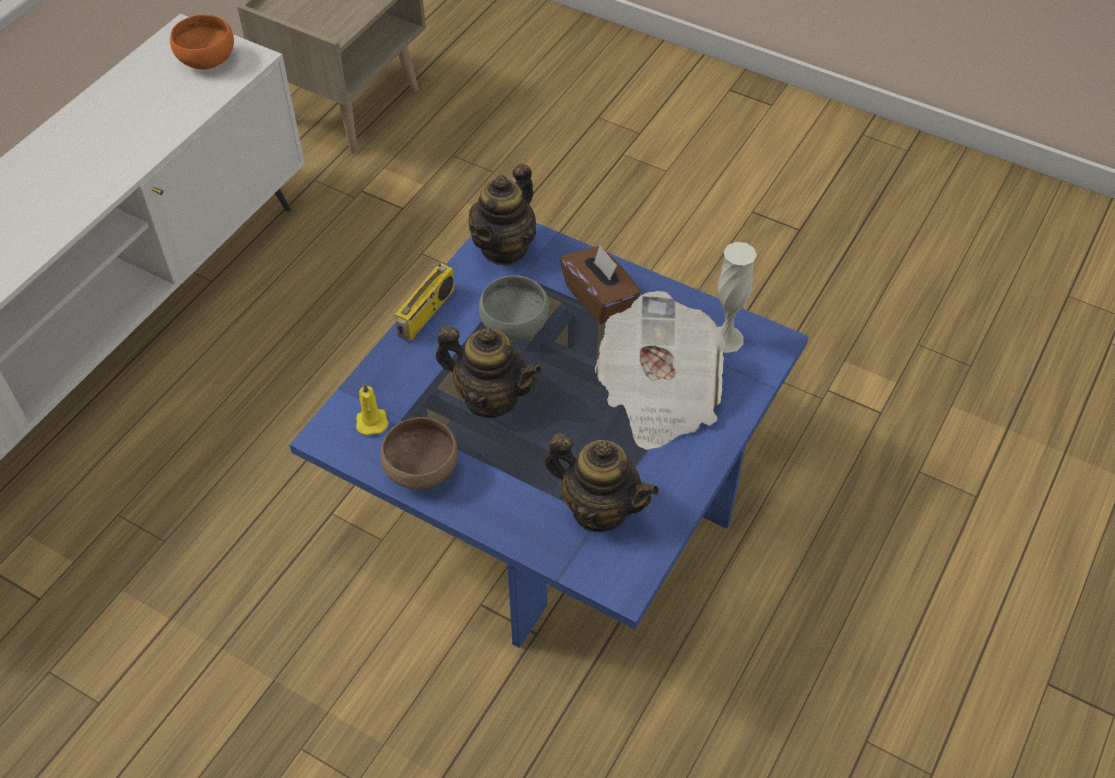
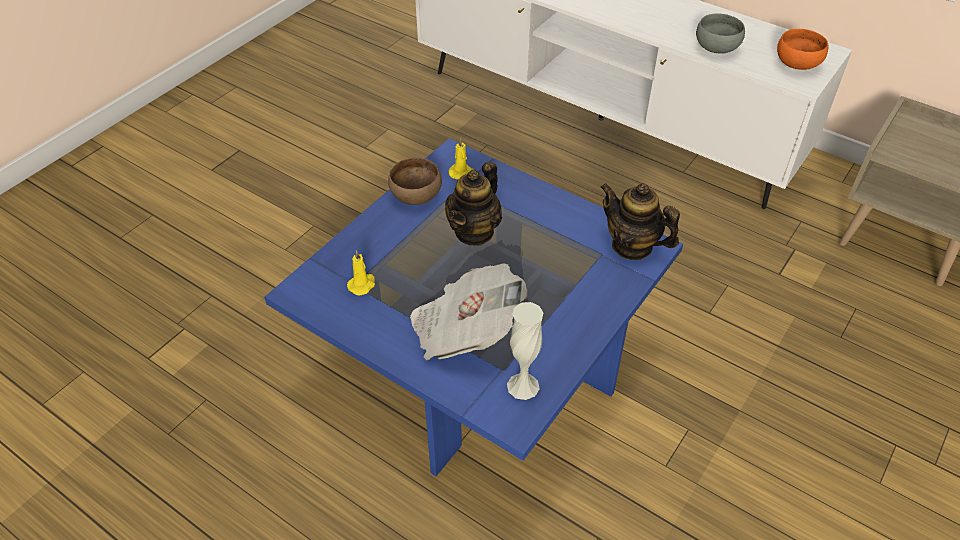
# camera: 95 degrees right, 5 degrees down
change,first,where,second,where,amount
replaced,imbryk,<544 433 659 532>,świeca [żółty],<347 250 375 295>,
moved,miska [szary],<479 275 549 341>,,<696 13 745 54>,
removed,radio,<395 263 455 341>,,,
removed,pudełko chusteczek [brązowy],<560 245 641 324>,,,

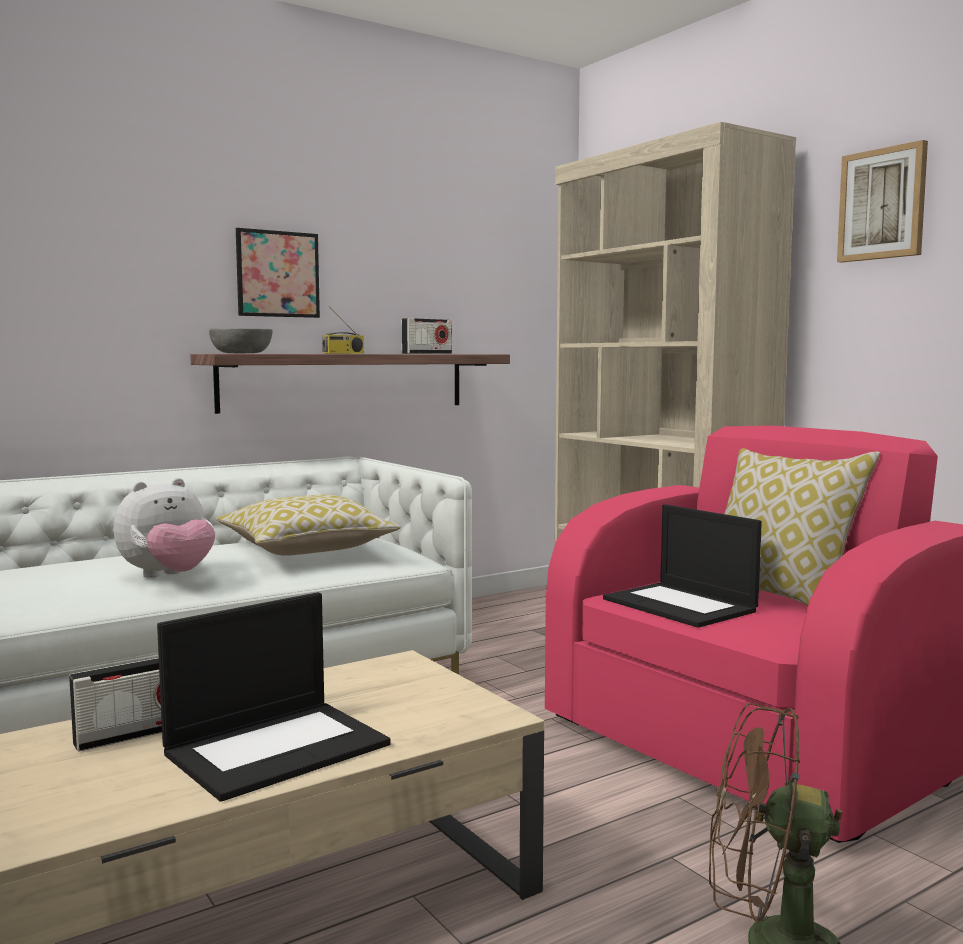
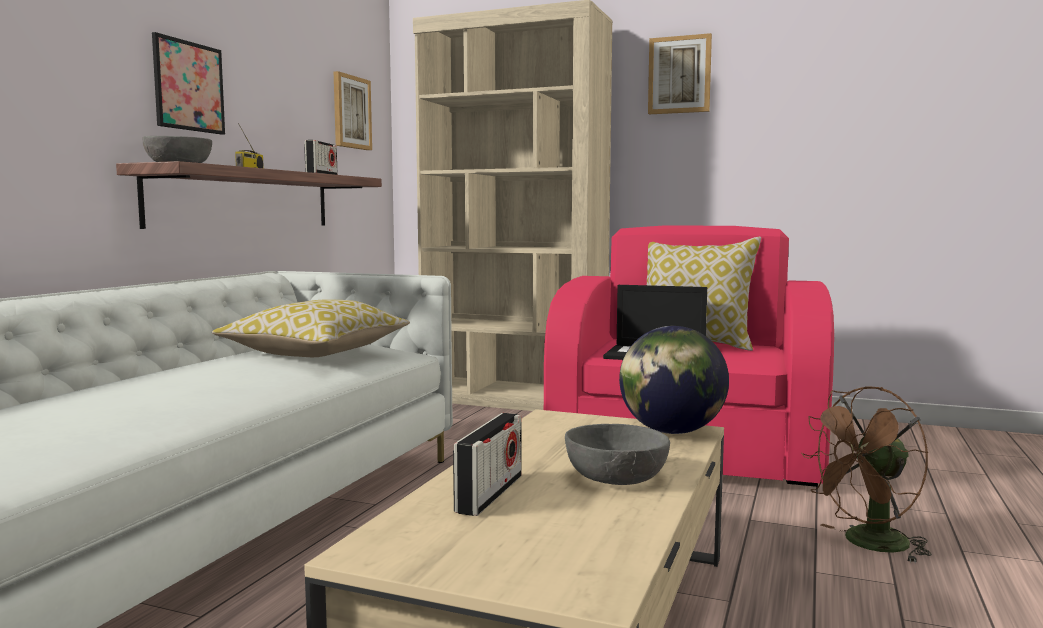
# camera: 35 degrees left, 0 degrees up
change,first,where,second,where,amount
added,,,obraz,<334 71 372 150>,
replaced,laptop,<157 592 391 802>,miska [szary],<565 424 670 485>,
added,,,globus,<619 326 729 434>,
removed,pluszak,<114 478 215 578>,,,

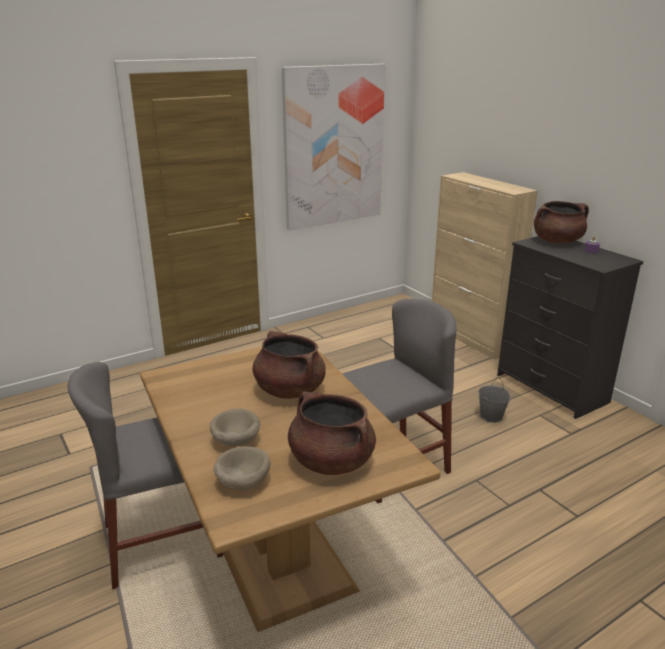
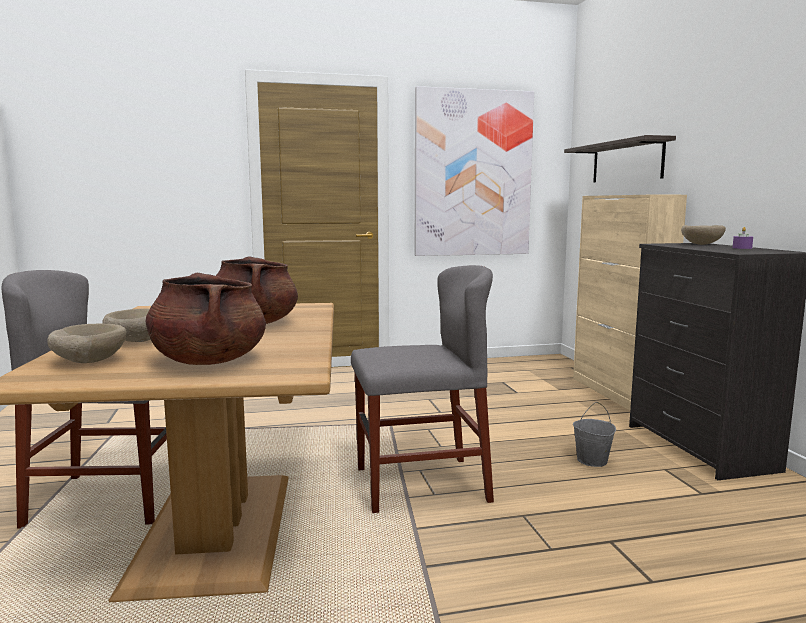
# camera: 20 degrees right, 15 degrees down
change,first,where,second,where,amount
added,,,półka,<564 135 676 183>,
replaced,garnek [brązowy],<534 201 589 243>,miska [beżowy],<681 225 726 245>,

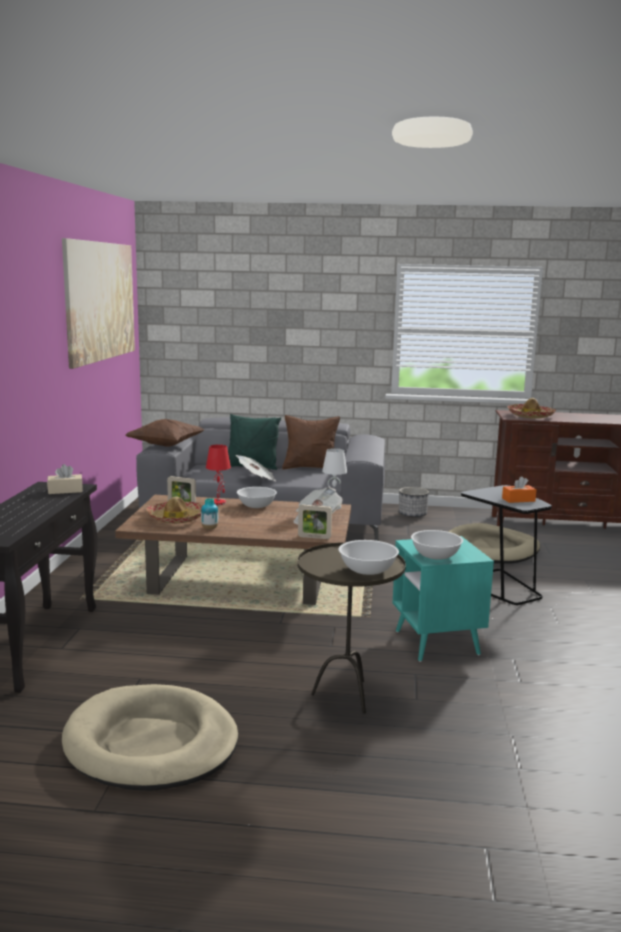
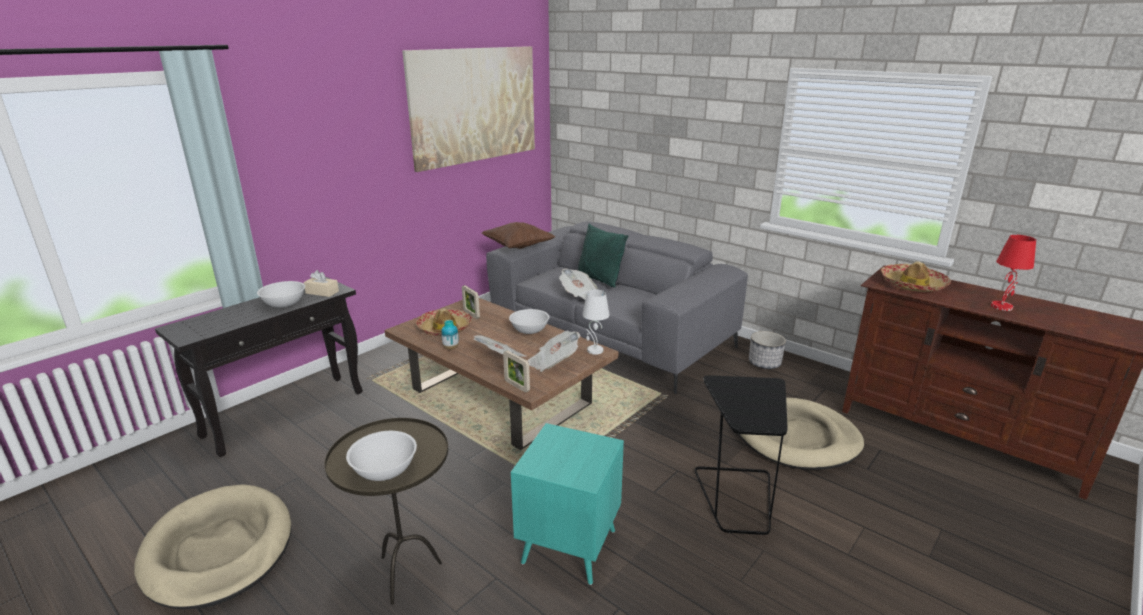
# camera: 35 degrees right, 10 degrees up
change,first,where,second,where,amount
moved,miska [biały],<411 530 463 560>,,<257 281 305 308>,
added,,,gazeta,<473 335 526 357>,
moved,lampa stołowa [czerwony],<206 445 231 505>,,<991 235 1036 311>,
removed,poduszka [brązowy],<282 415 340 470>,,,
removed,pudełko chusteczek [pomarańczowy],<502 476 536 503>,,,

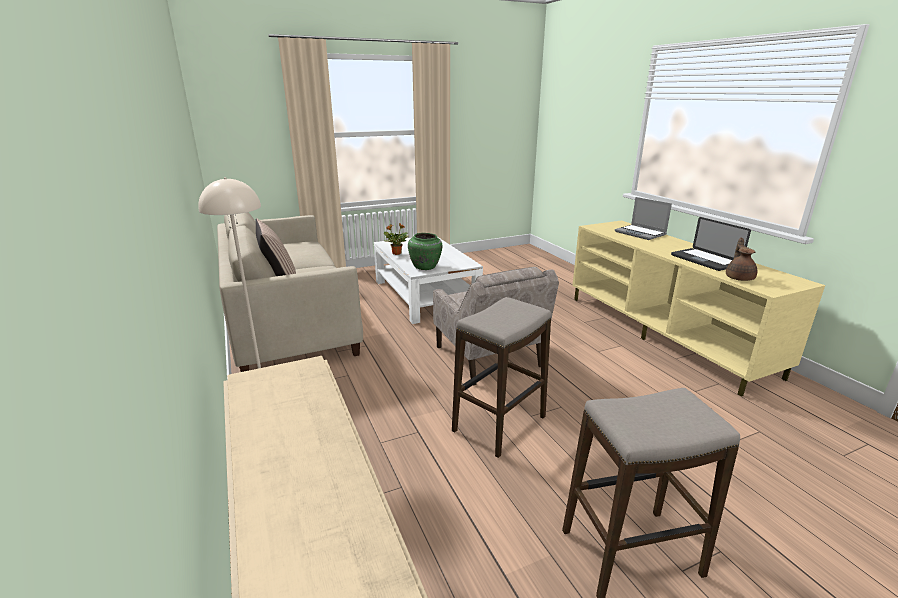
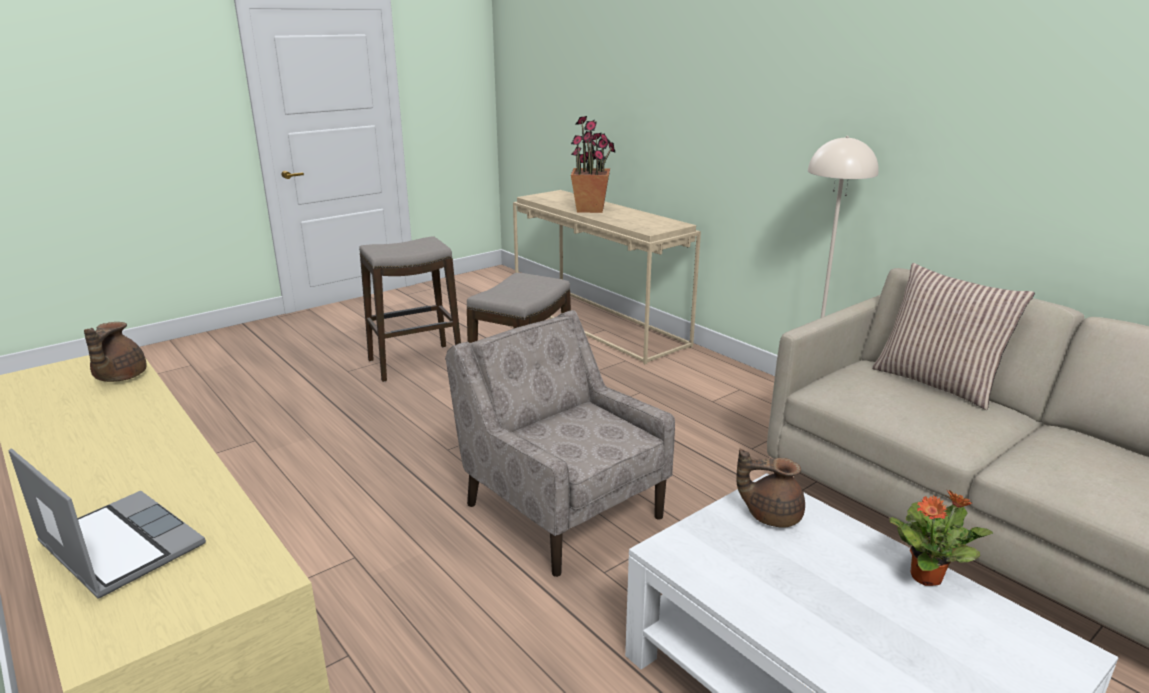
# camera: 165 degrees right, 0 degrees up
change,first,where,second,where,amount
added,,,roślina doniczkowa,<571 116 616 213>,
replaced,wazon [zielony],<408 233 442 270>,imbryk [brązowy],<736 448 805 528>,
removed,laptop,<671 217 751 271>,,,

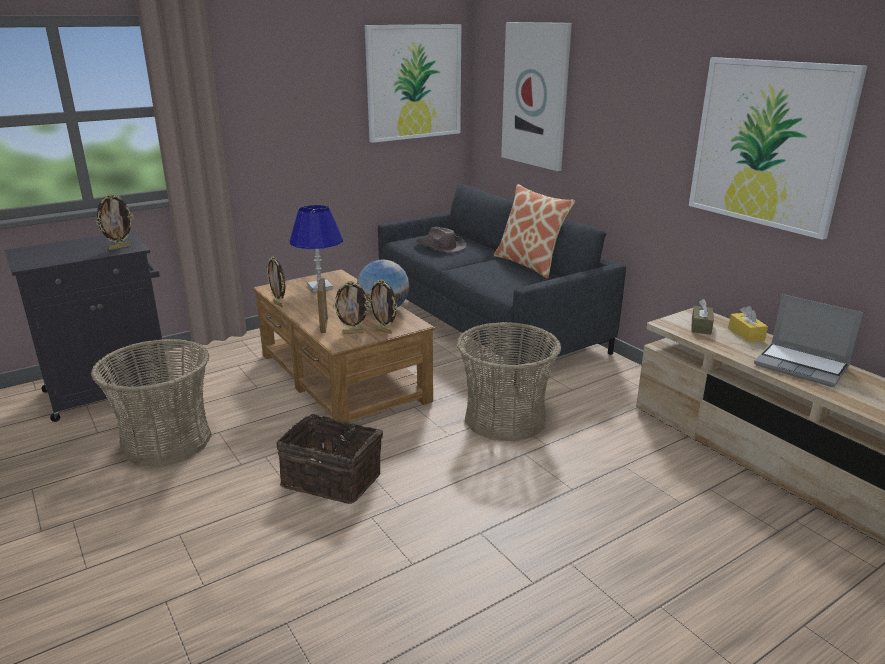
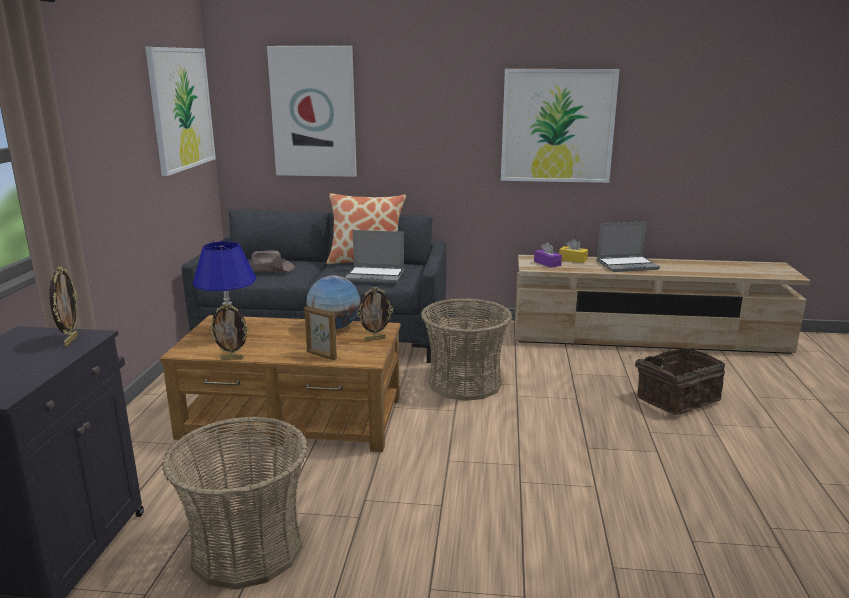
# camera: 50 degrees left, 5 degrees down
change,first,where,second,where,amount
added,,,laptop,<345 230 404 284>,
recoloured,pudełko chusteczek [brązowy],<692 299 714 335>,pudełko chusteczek [fioletowy],<534 242 562 268>,
moved,koszyk,<276 410 383 504>,,<630 348 725 415>,
removed,ramka na zdjęcie,<333 281 370 334>,,,

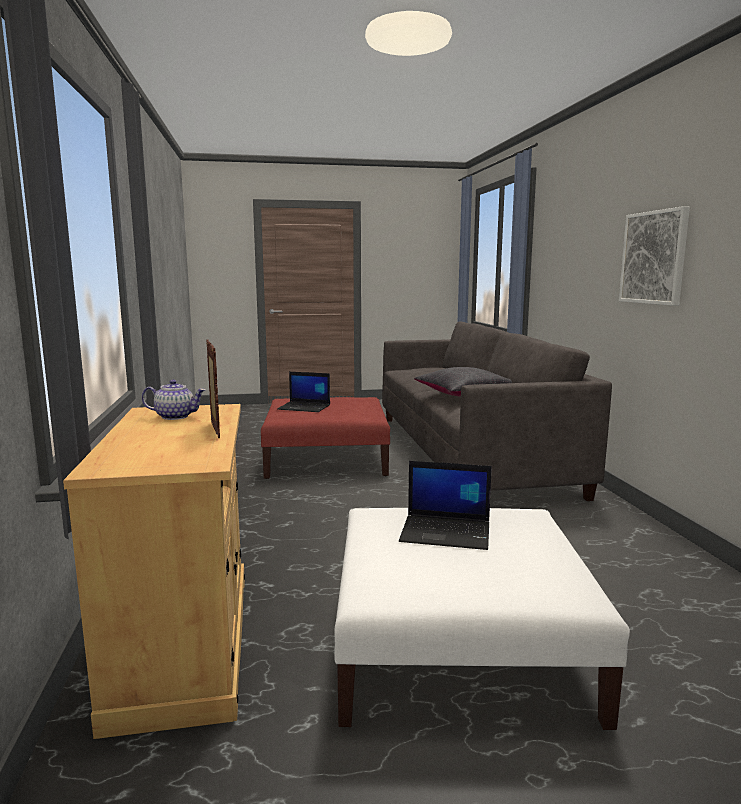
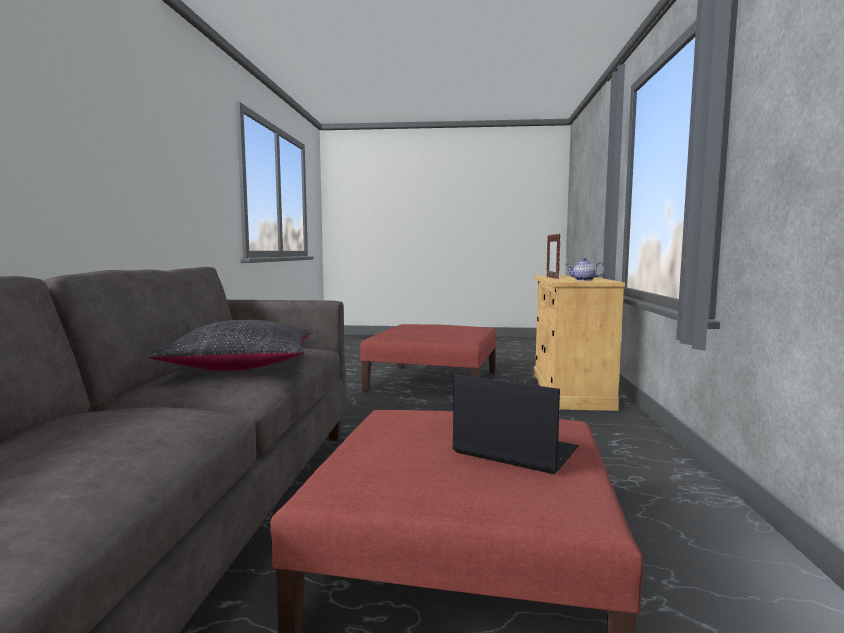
# camera: 165 degrees left, 5 degrees down
change,first,where,second,where,amount
recoloured,pufa [biały],<334 508 630 730>,pufa [czerwony],<360 324 497 392>,
removed,laptop,<399 461 492 550>,,,
removed,obraz,<619 206 690 306>,,,

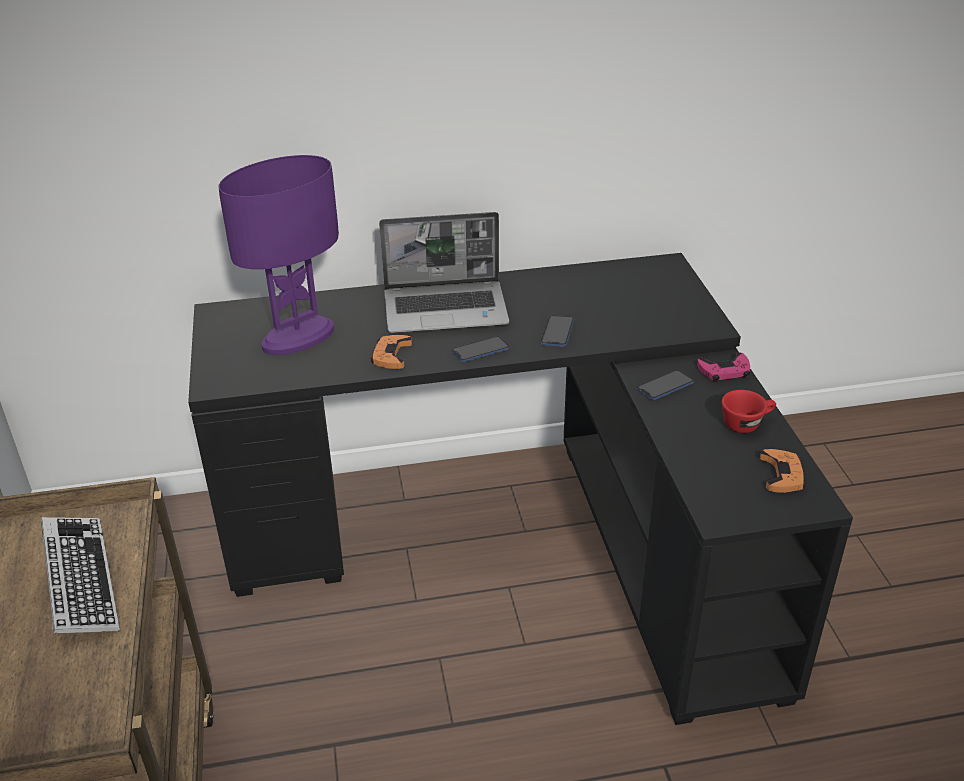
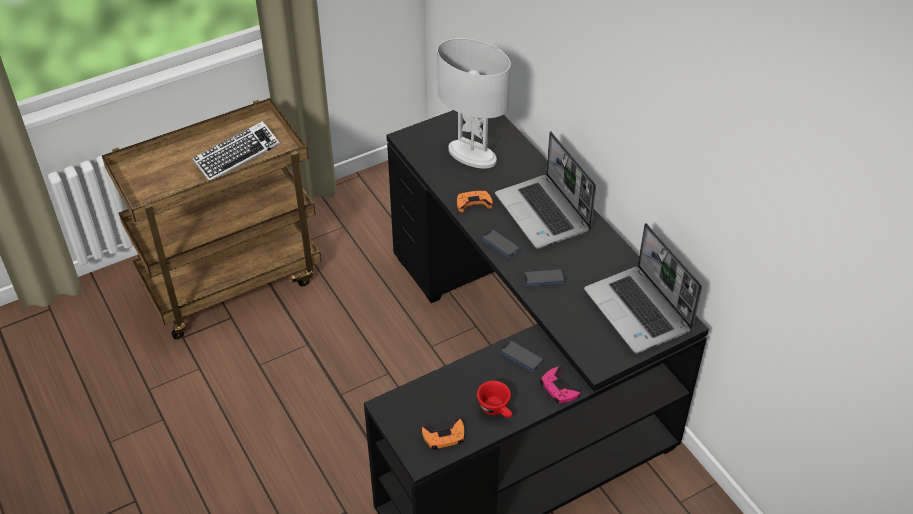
# camera: 70 degrees right, 10 degrees up
change,first,where,second,where,amount
recoloured,lampa stołowa [fioletowy],<218 155 339 355>,lampa stołowa [biały],<437 38 511 168>,
added,,,laptop,<584 223 702 353>,

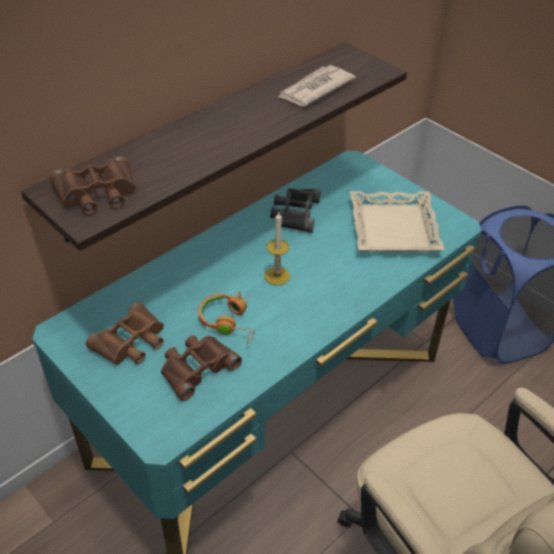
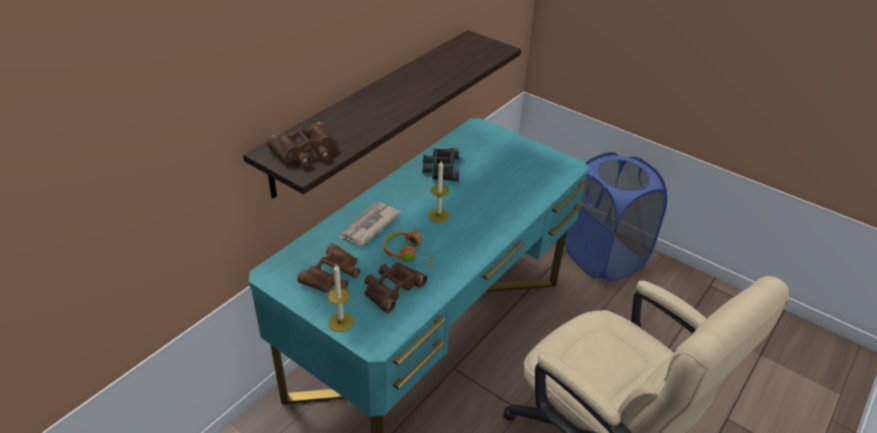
# camera: 10 degrees left, 5 degrees down
change,first,where,second,where,amount
added,,,świeca,<328 264 353 332>,
moved,gazeta,<278 65 355 106>,,<340 202 401 245>,
removed,taca [beżowy],<350 191 445 252>,,,

